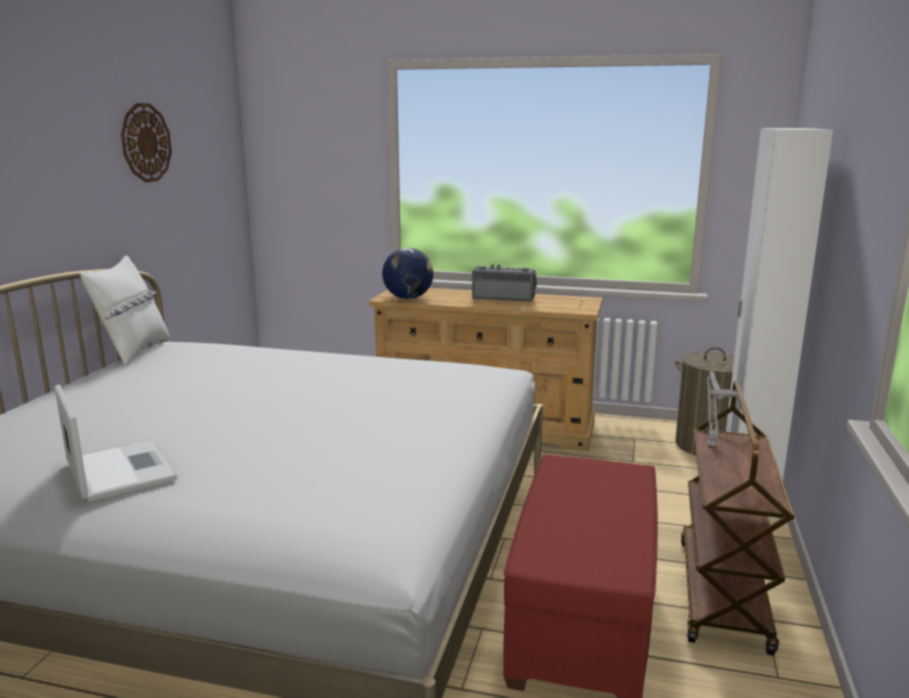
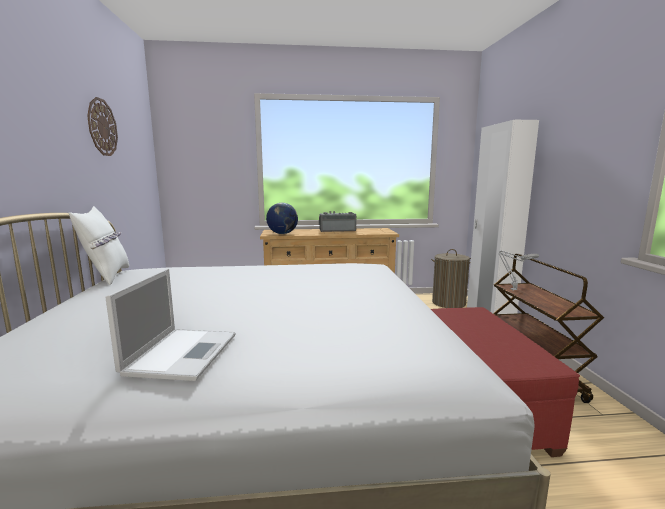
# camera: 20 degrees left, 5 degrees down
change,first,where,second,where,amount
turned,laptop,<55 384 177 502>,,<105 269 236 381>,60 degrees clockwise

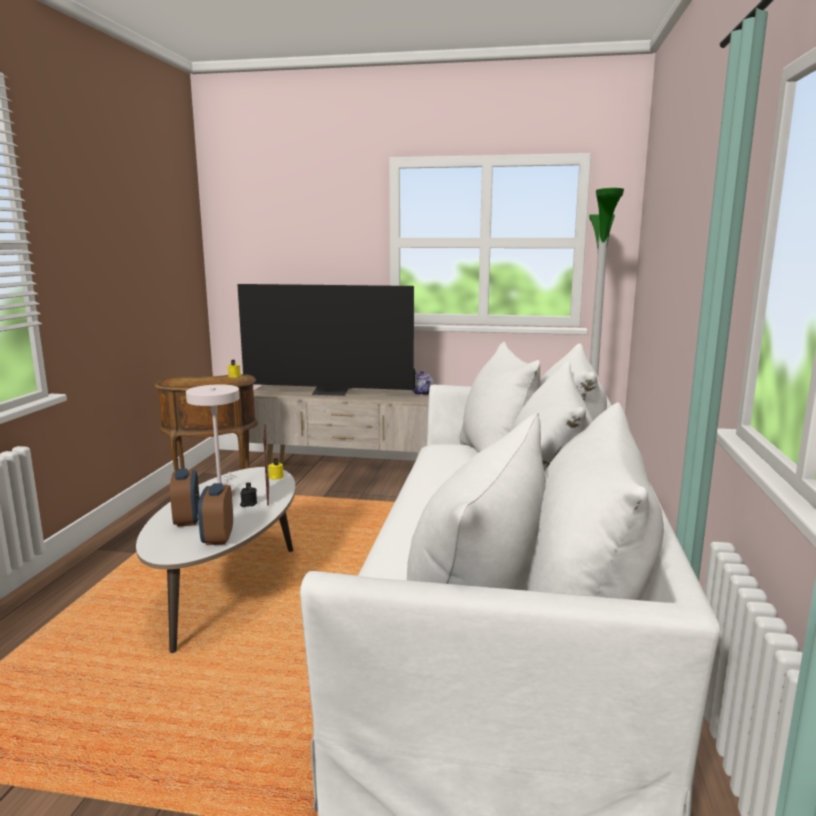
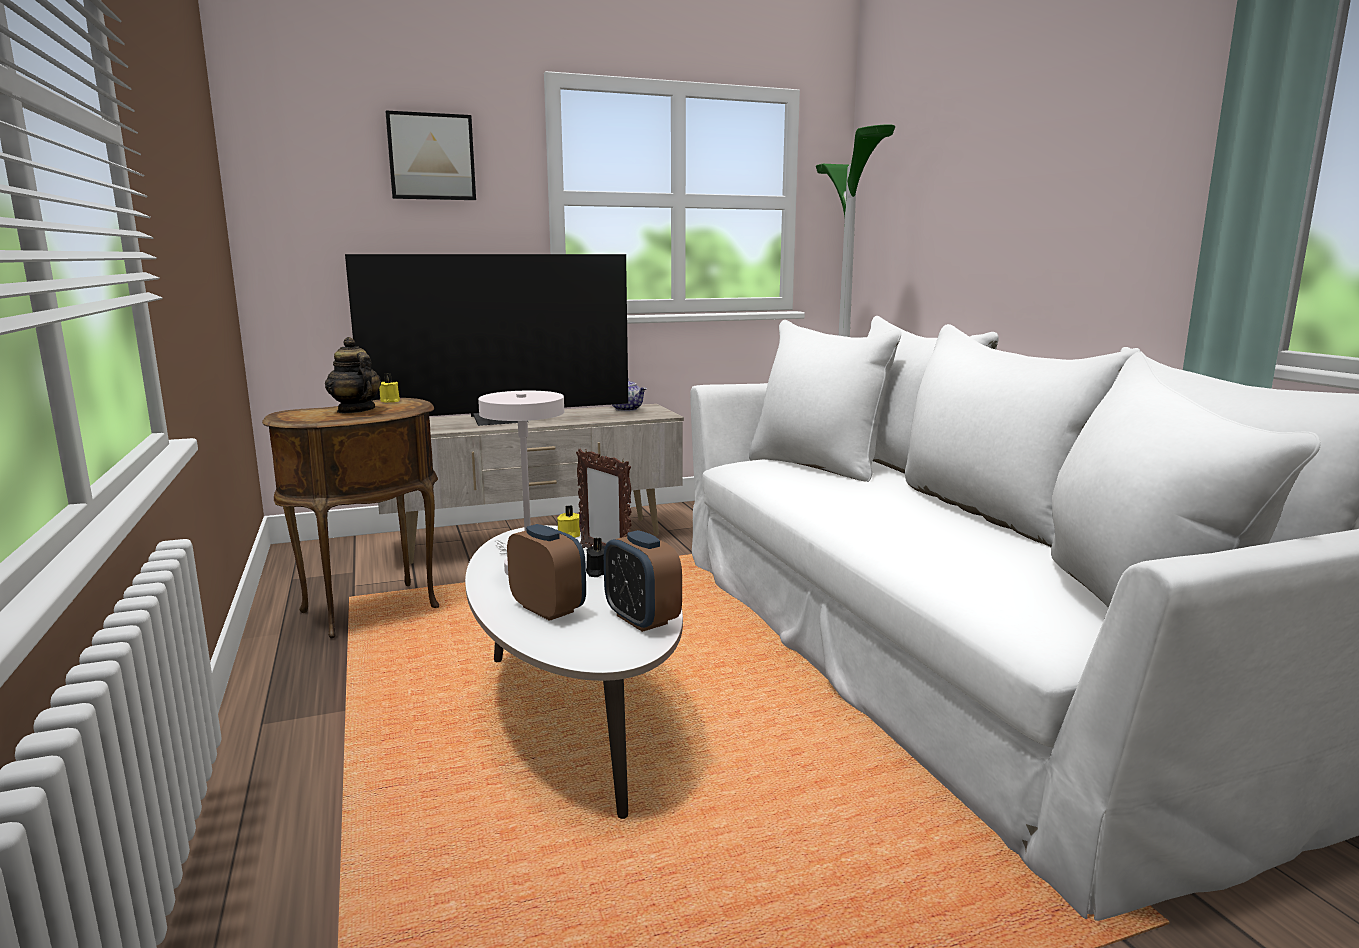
# camera: 30 degrees left, 0 degrees up
change,first,where,second,where,amount
added,,,imbryk,<325 337 381 413>,
added,,,obraz,<386 111 476 200>,

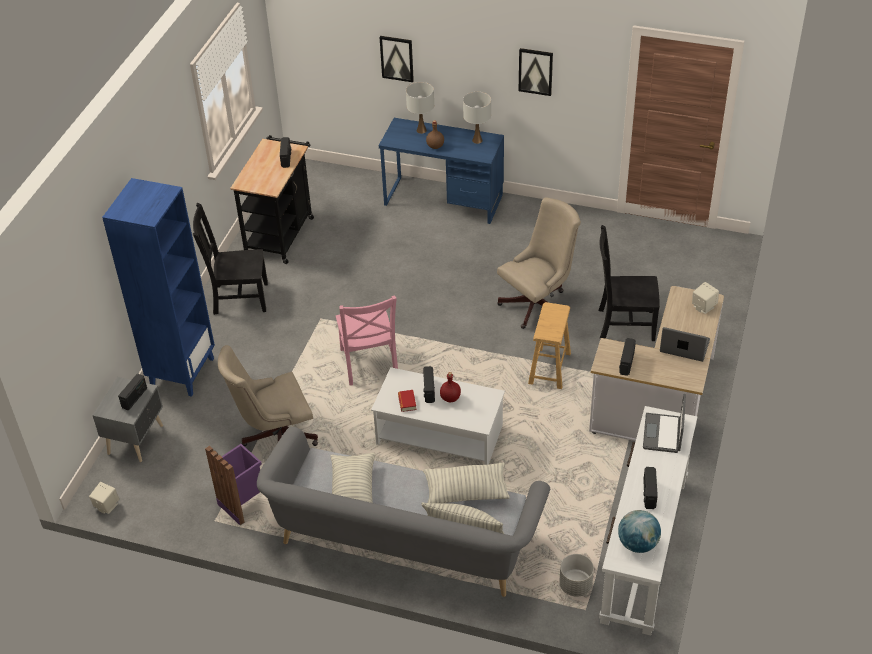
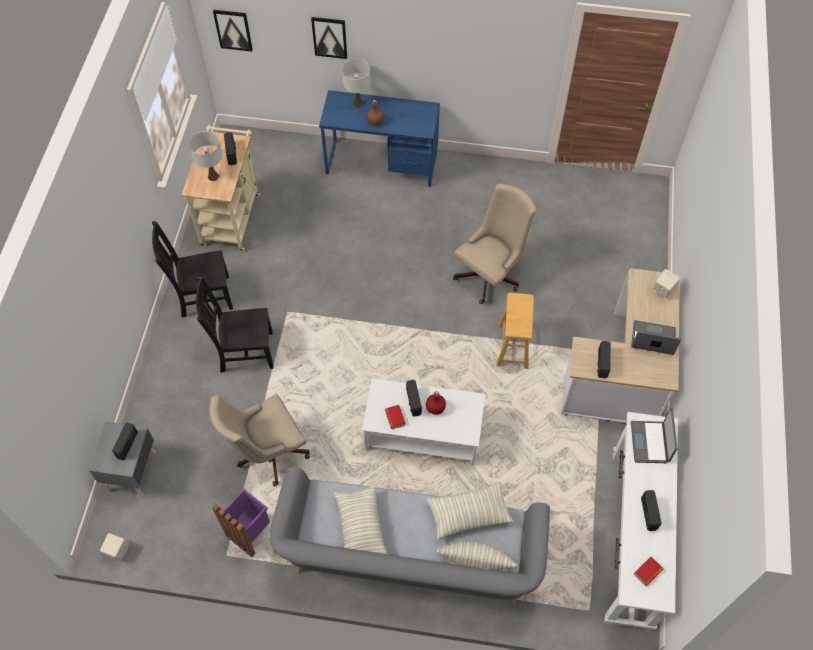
# camera: 10 degrees left, 15 degrees up
change,first,where,second,where,amount
recoloured,wózek [czarny],<230 135 314 264>,wózek [beżowy],<182 125 260 252>,
moved,lampa stołowa [biały],<463 92 491 144>,,<189 131 223 181>,
moved,krzesło [czarny],<598 225 660 341>,,<196 276 274 373>,
moved,obraz,<519 48 553 96>,,<213 10 253 52>,
replaced,globus,<618 510 661 553>,książka,<634 557 663 586>,
removed,regał [niebieski],<102 178 215 397>,,,
removed,krzesło [różowy],<336 295 398 385>,,,
removed,donica [szary],<559 554 594 597>,,,

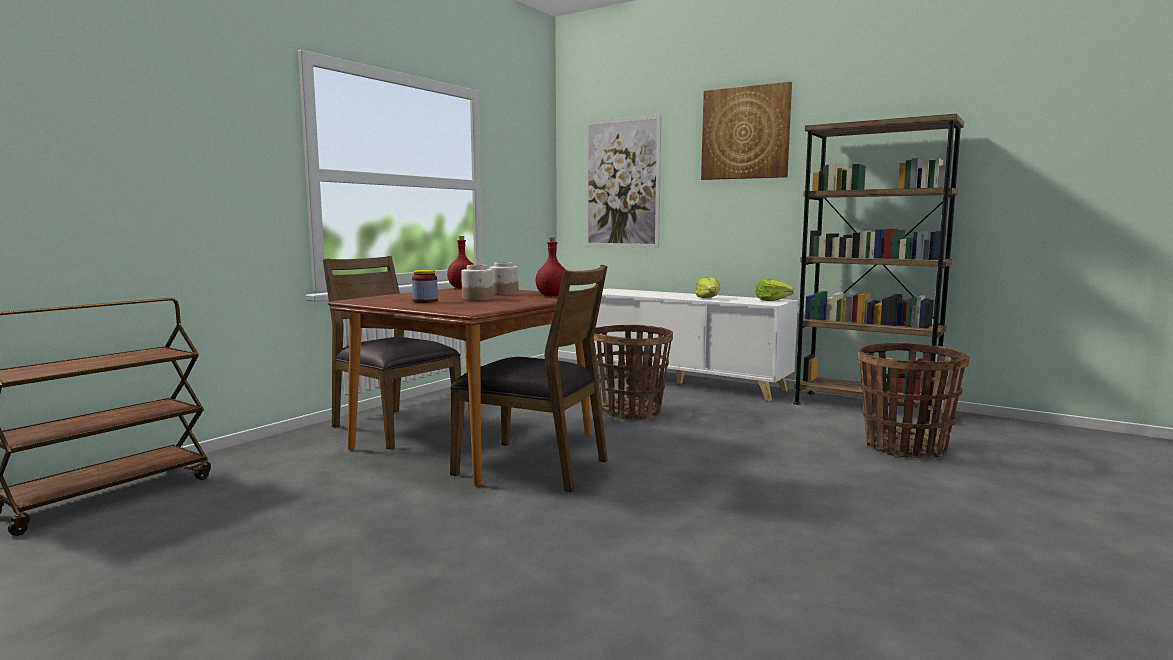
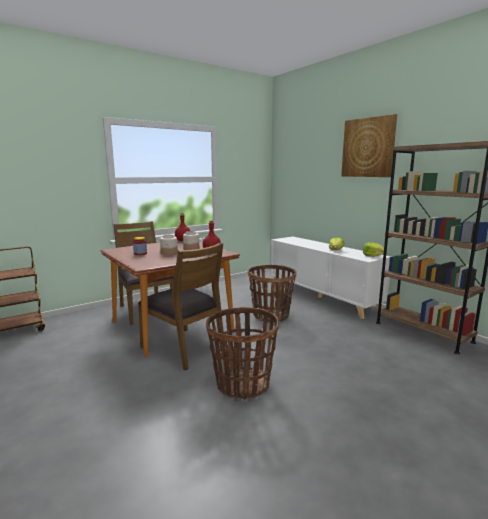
# camera: 20 degrees right, 5 degrees up
change,first,where,second,where,amount
moved,koszyk,<858 343 969 458>,,<206 307 279 400>,
removed,obraz,<585 114 661 248>,,,

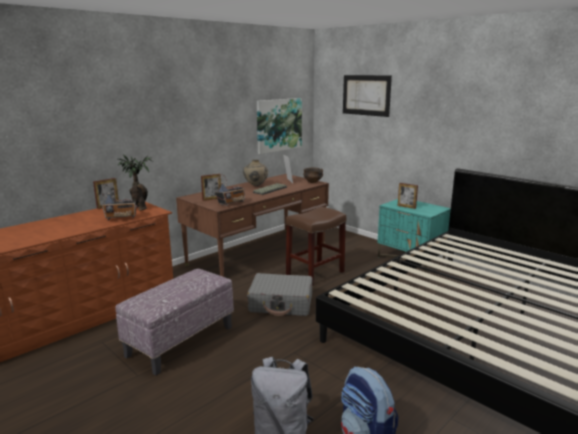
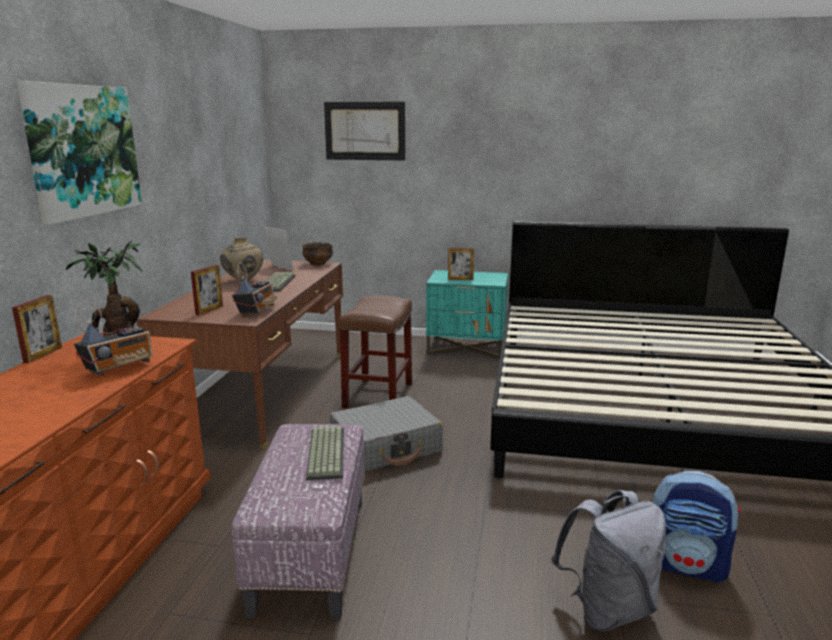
# camera: 35 degrees left, 0 degrees up
change,first,where,second,where,amount
moved,obraz,<257 98 302 154>,,<17 81 142 225>,
added,,,klawiatura,<306 426 344 480>,

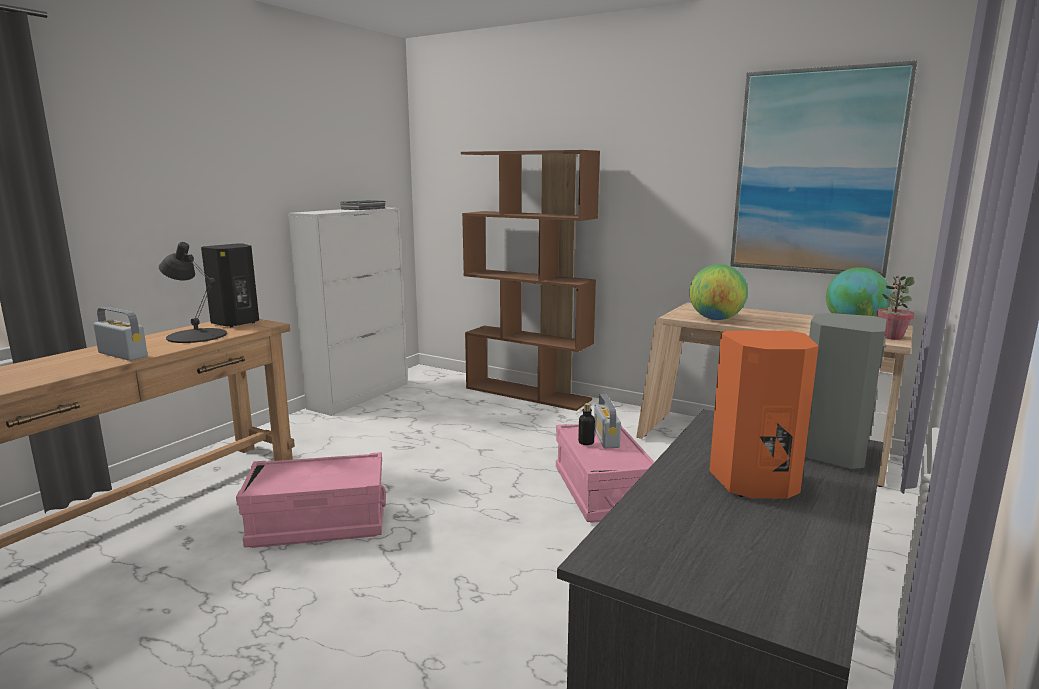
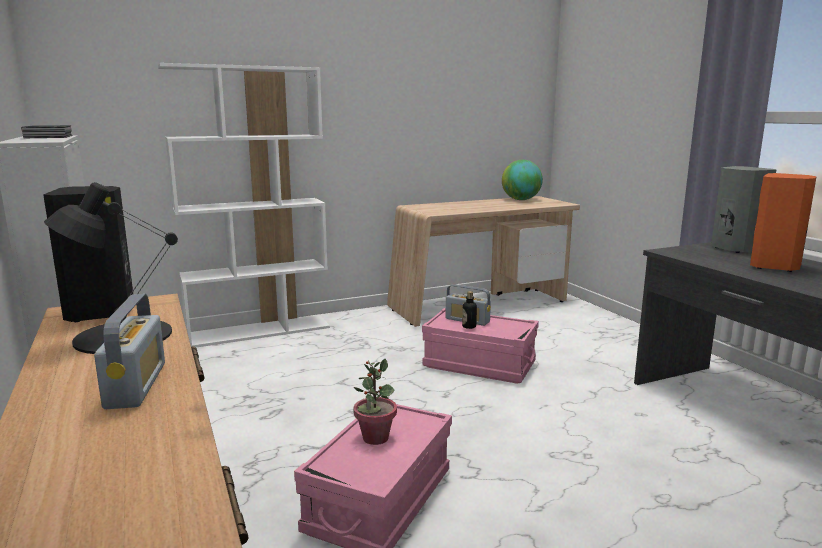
# camera: 55 degrees left, 0 degrees up
change,first,where,second,where,amount
turned,radio,<93 307 148 361>,,<94 294 165 409>,105 degrees clockwise
recoloured,regał [brązowy],<461 150 600 411>,regał [biały],<158 63 330 348>,
moved,roślina doniczkowa,<876 276 915 340>,,<353 359 397 445>,
removed,globus,<689 264 748 320>,,,
removed,obraz,<730 60 918 278>,,,

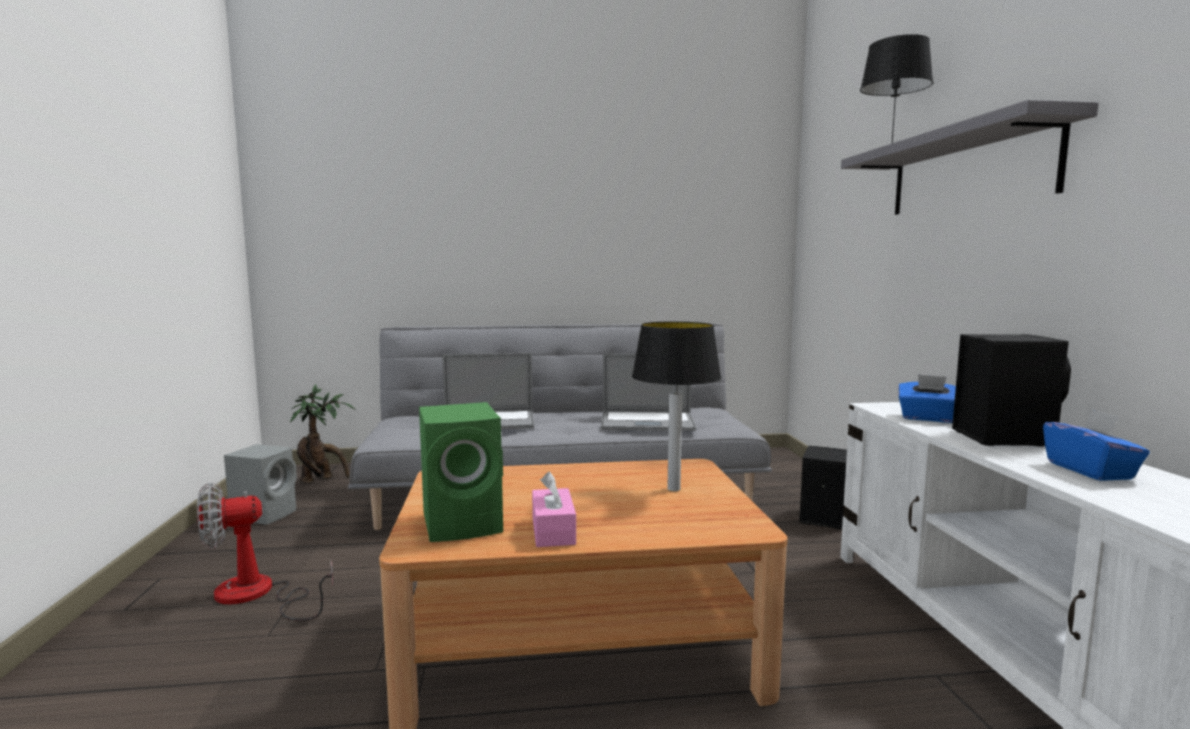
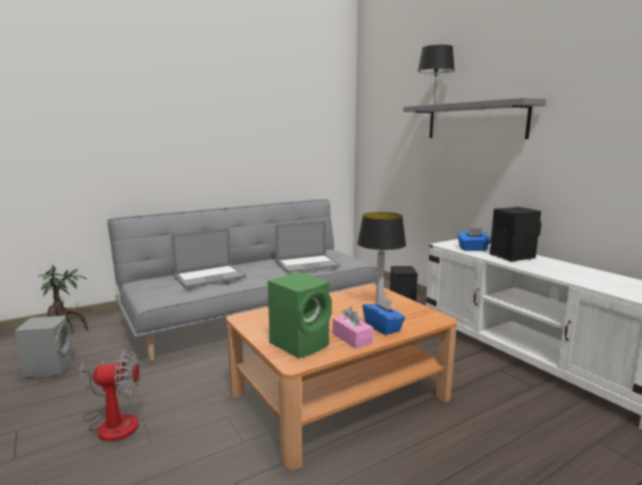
# camera: 25 degrees left, 5 degrees up
change,first,where,second,where,amount
turned,wentylator,<197 483 334 621>,,<79 349 141 442>,135 degrees counterclockwise
moved,pudełko chusteczek [niebieski],<1043 409 1150 481>,,<363 296 405 335>,

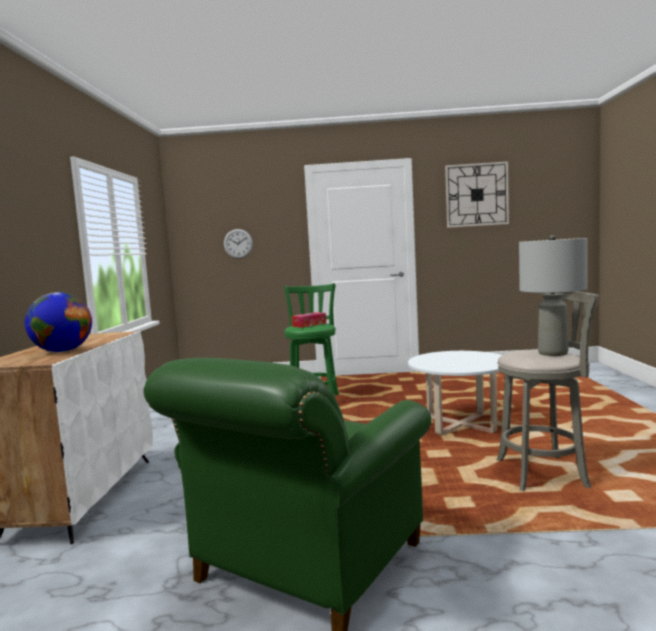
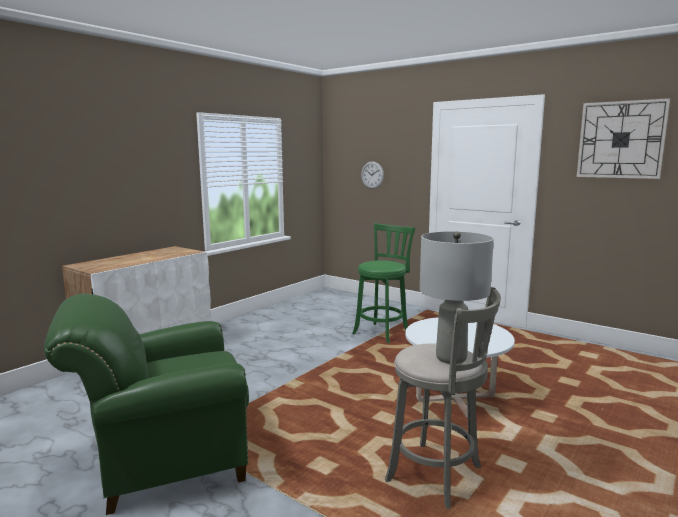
# camera: 35 degrees right, 5 degrees up
change,first,where,second,where,amount
removed,globus,<25 292 92 352>,,,
removed,pudełko chusteczek,<291 312 326 328>,,,

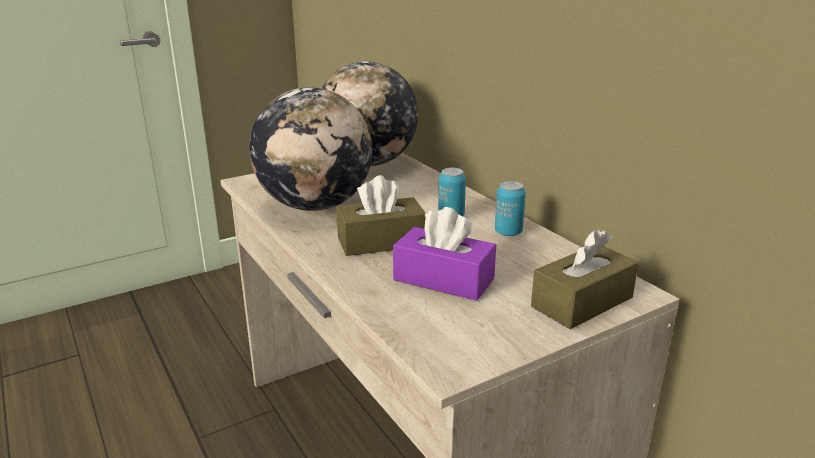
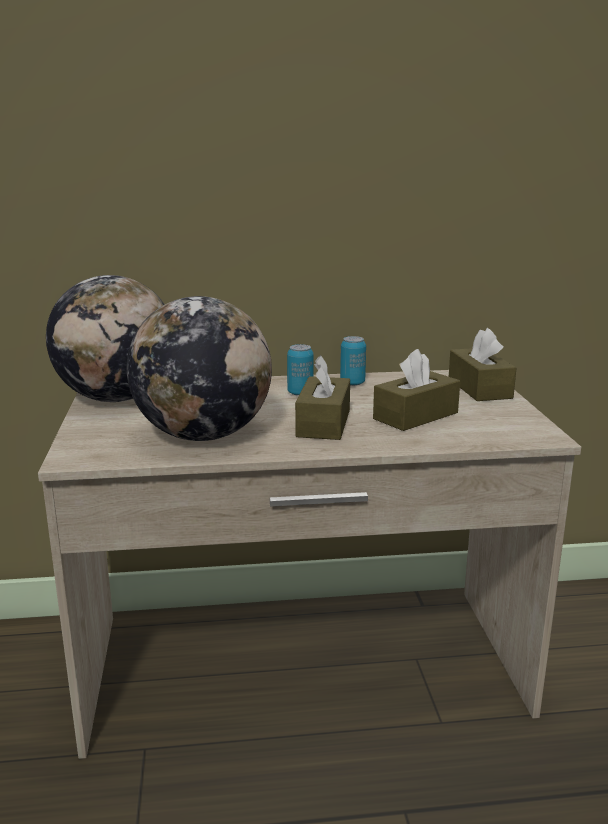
# camera: 65 degrees left, 5 degrees down
change,first,where,second,where,amount
recoloured,pudełko chusteczek [fioletowy],<393 207 496 301>,pudełko chusteczek [brązowy],<373 349 460 431>,

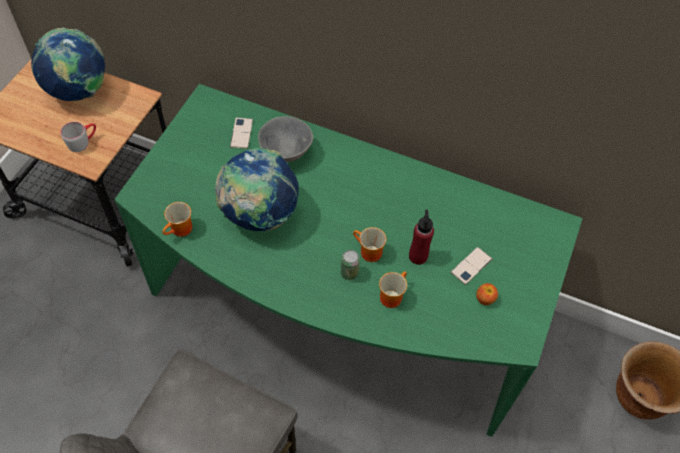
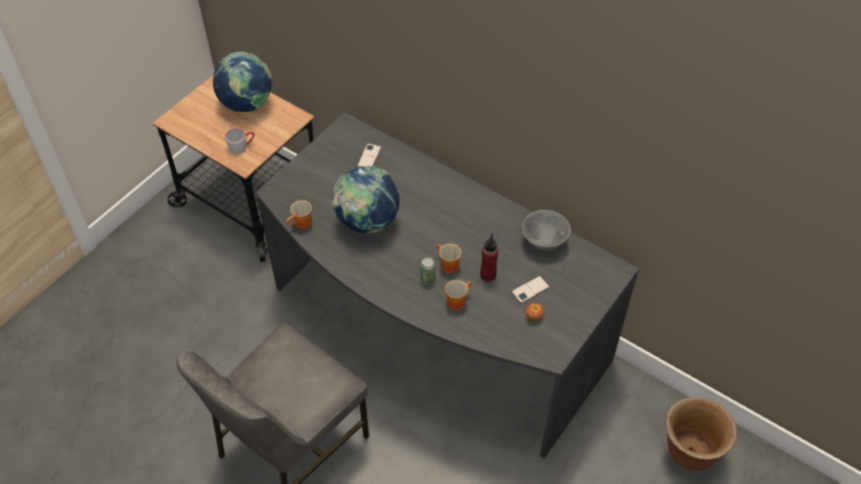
# camera: 15 degrees right, 5 degrees down
change,first,where,second,where,amount
recoloured,biurko [zielony],<114 84 583 437>,biurko [szary],<256 112 639 458>,
moved,miska [szary],<258 116 313 162>,,<522 210 571 250>,

